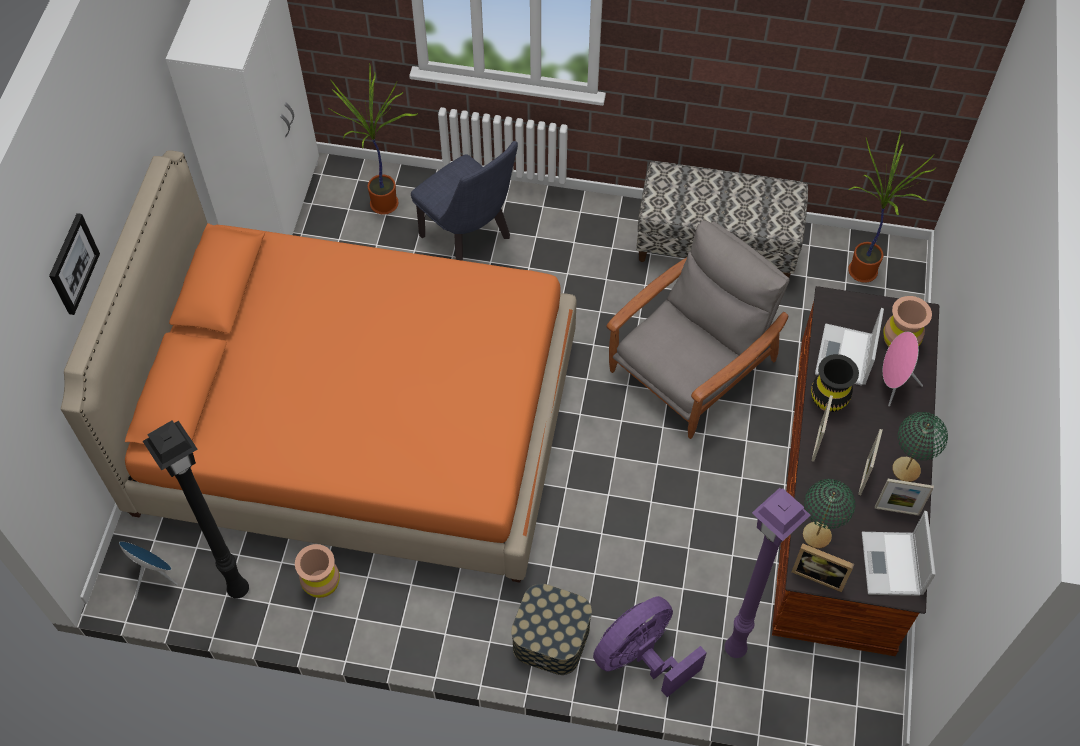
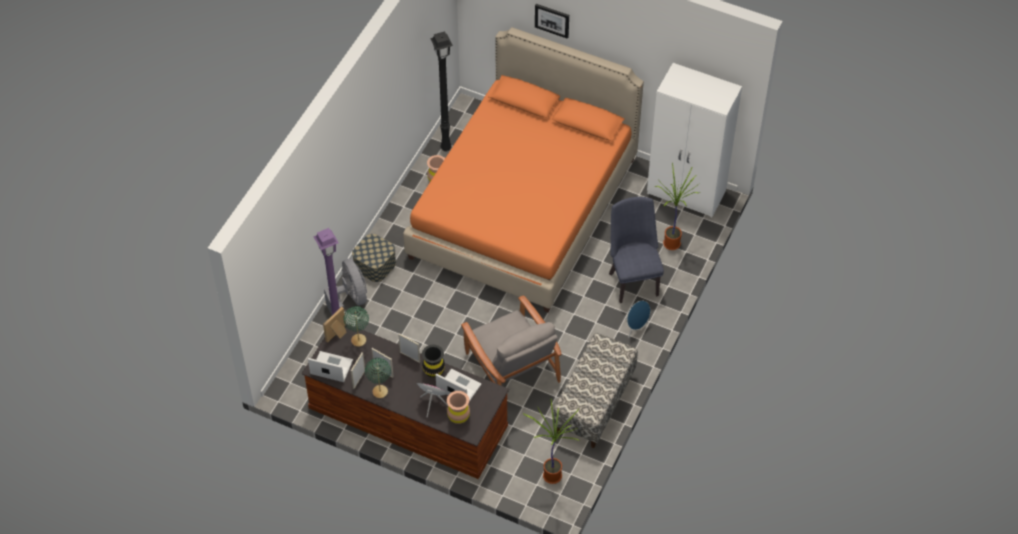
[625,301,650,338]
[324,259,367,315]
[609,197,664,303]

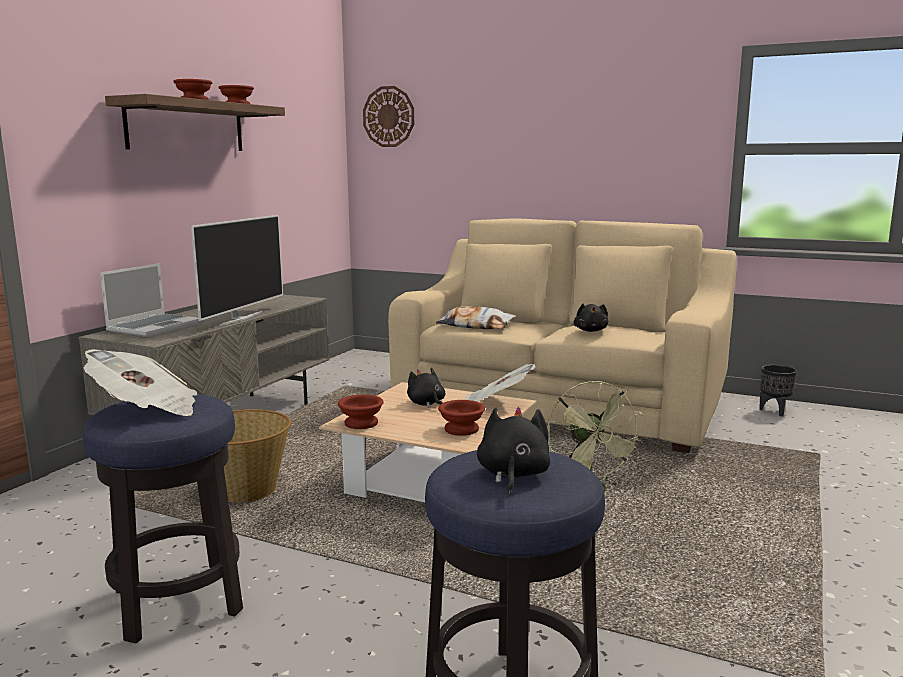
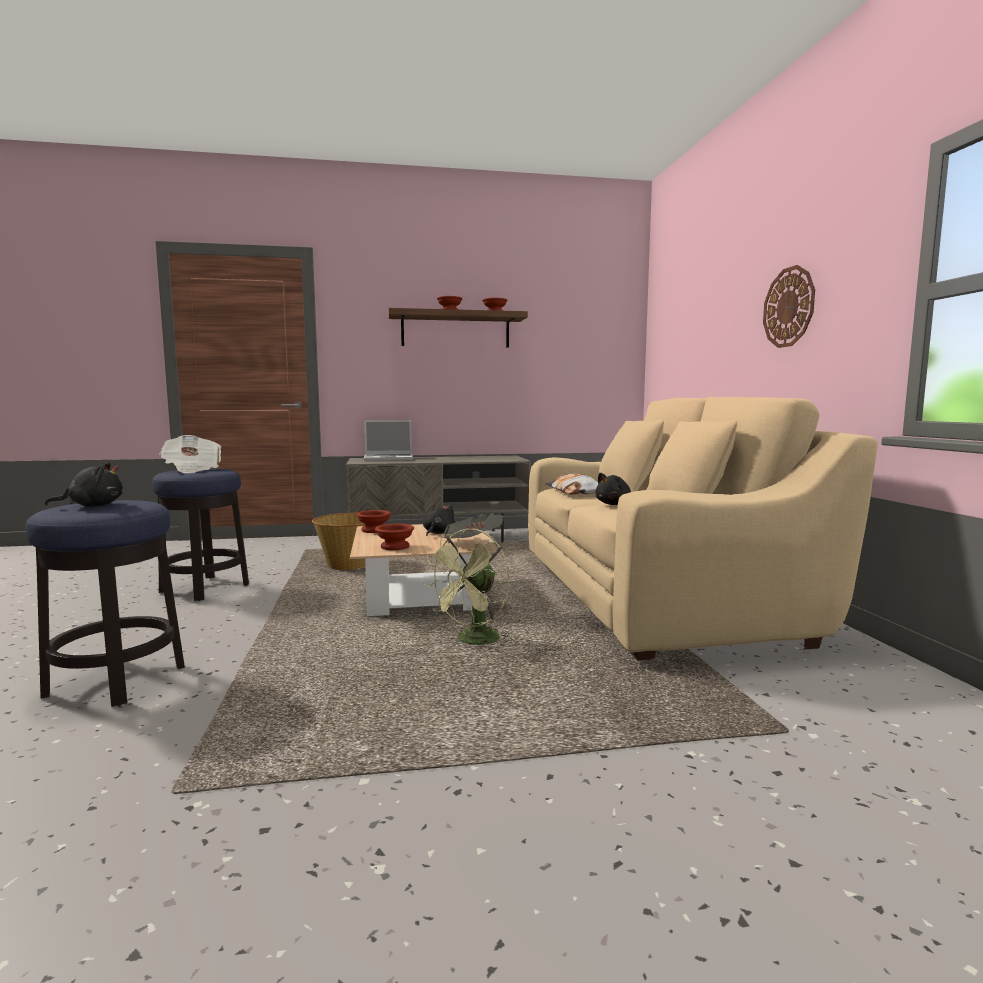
[191,215,283,326] (first image)
[759,365,797,416] (first image)
[763,265,815,348]

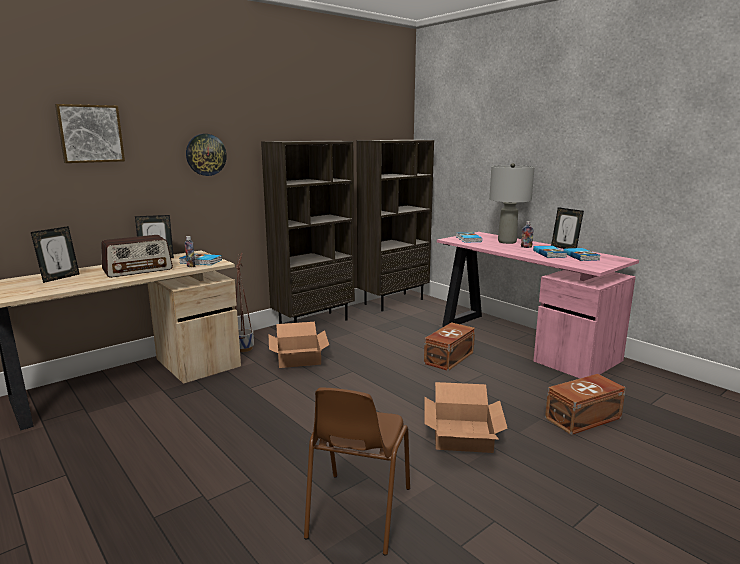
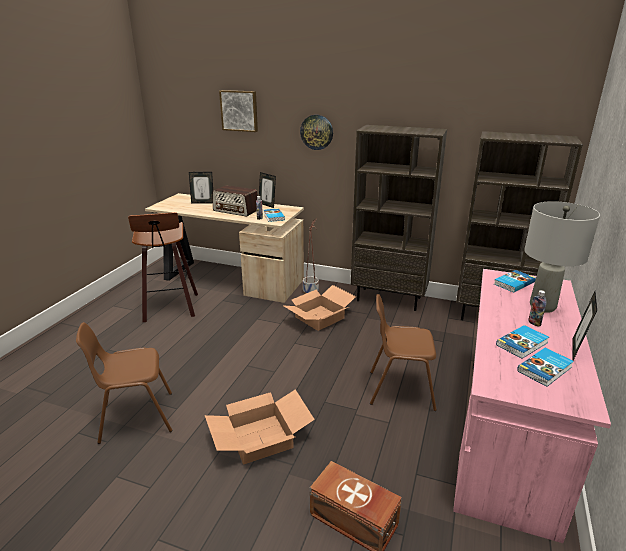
[128,212,198,323]
[370,294,437,411]

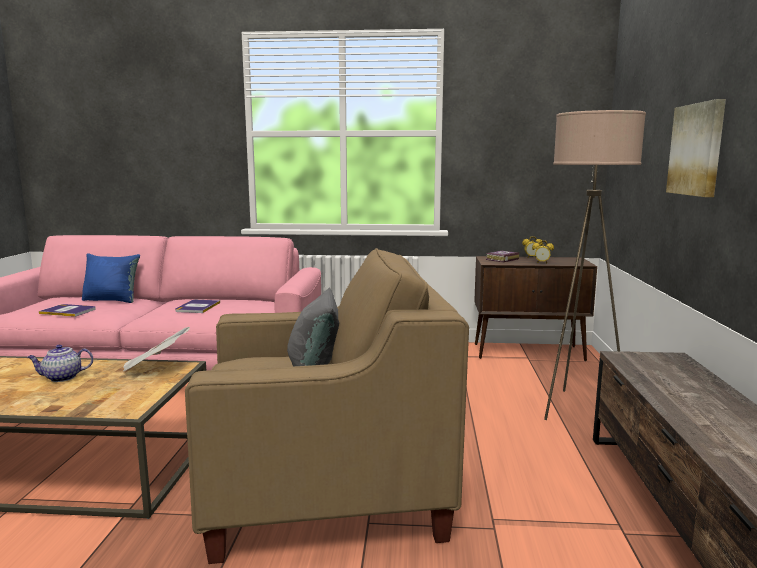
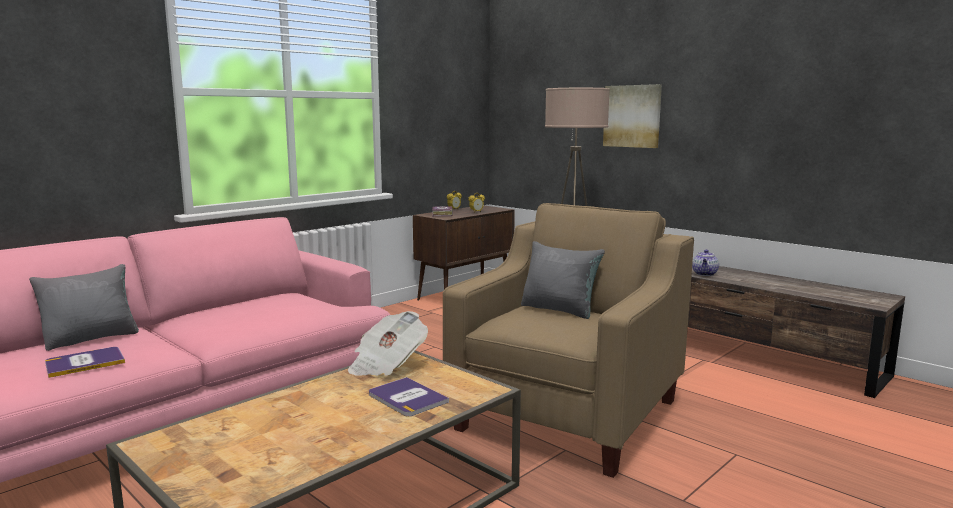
[692,250,719,276]
[369,377,449,417]
[29,264,139,351]

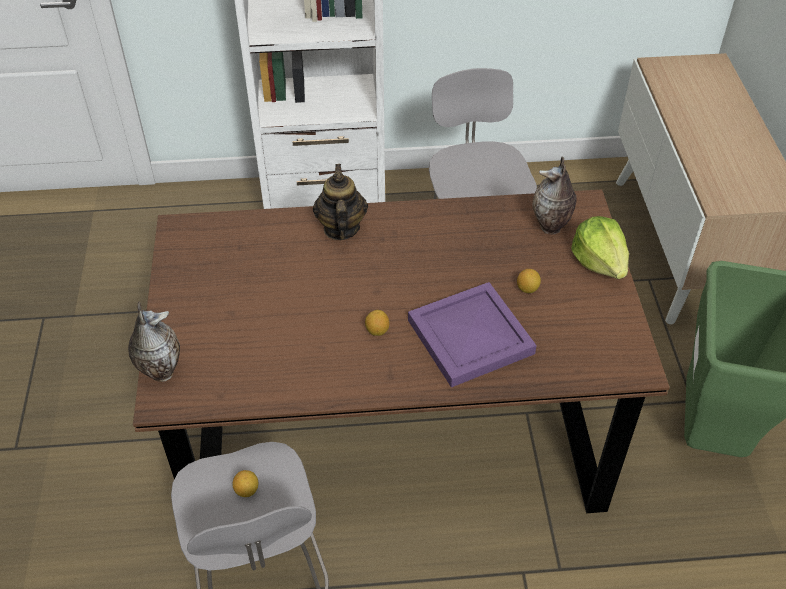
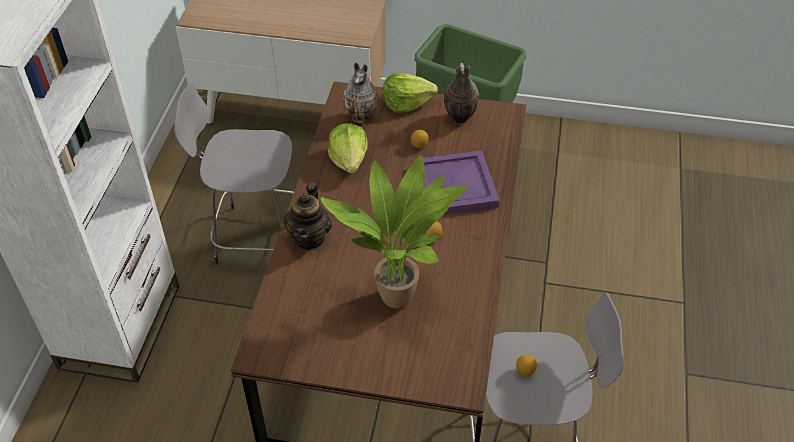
[321,155,467,308]
[328,123,368,173]
[444,63,479,124]
[284,182,332,250]

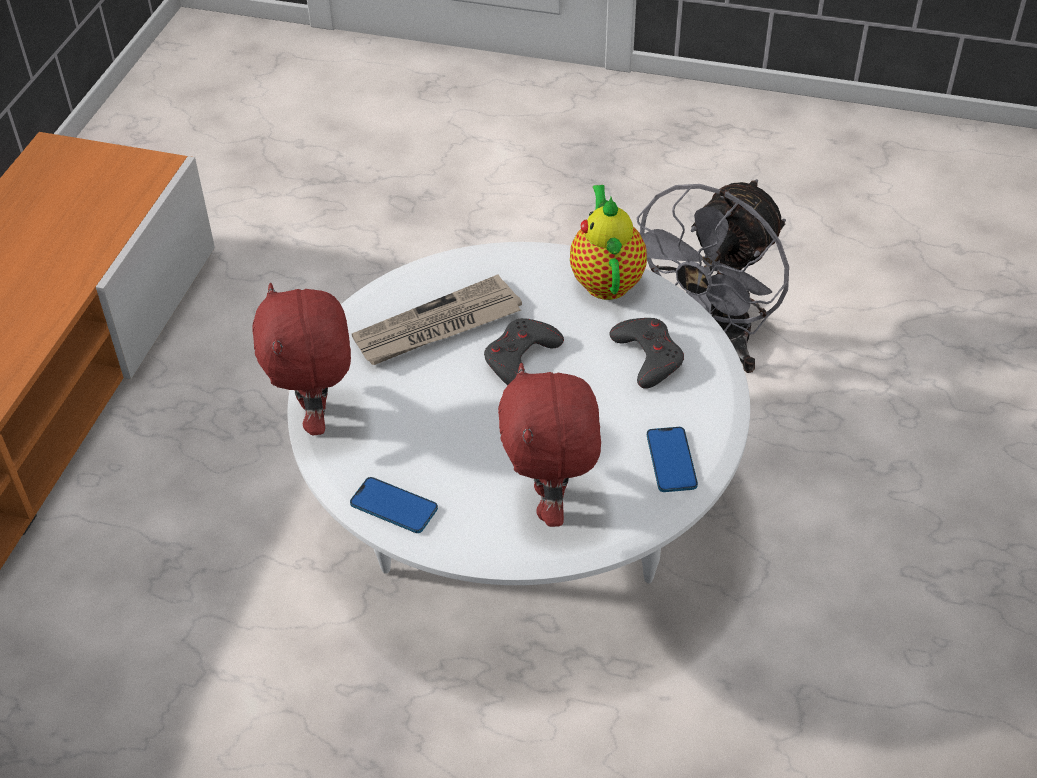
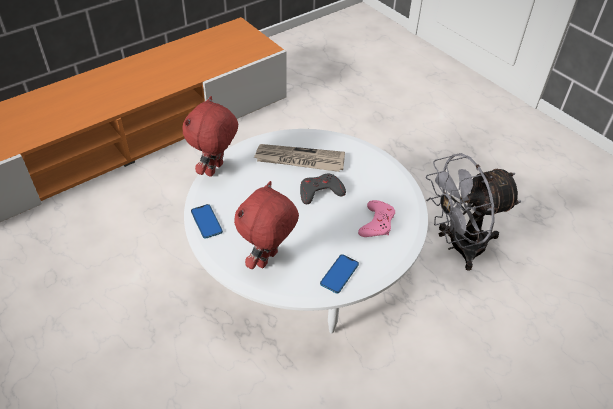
[570,185,647,300] (first image)
[358,200,395,237]

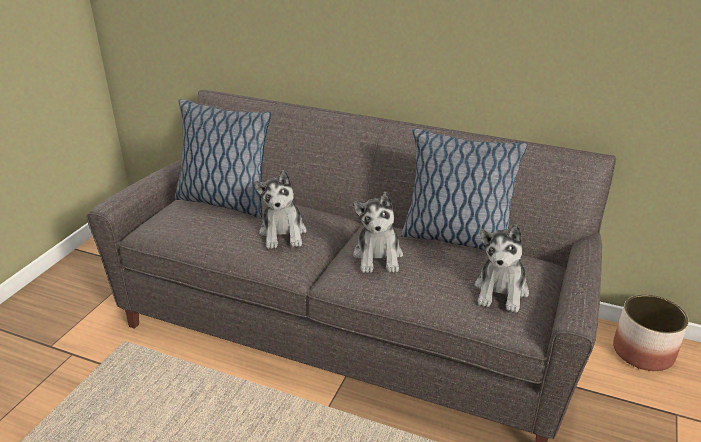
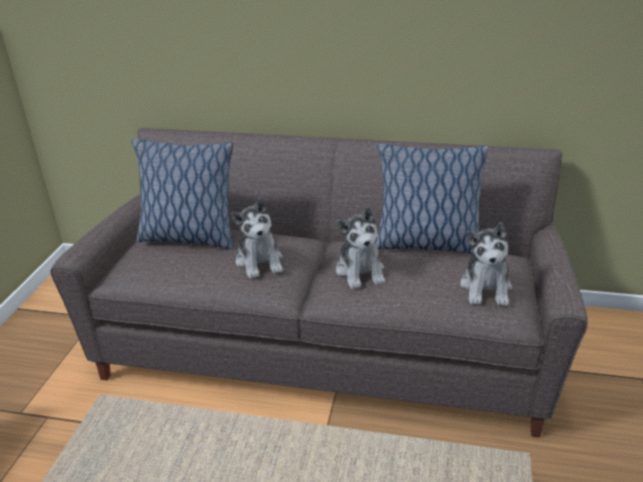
[613,295,689,371] (first image)

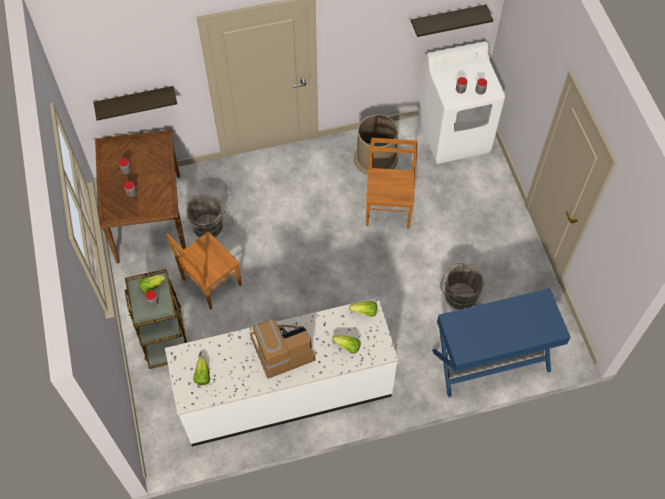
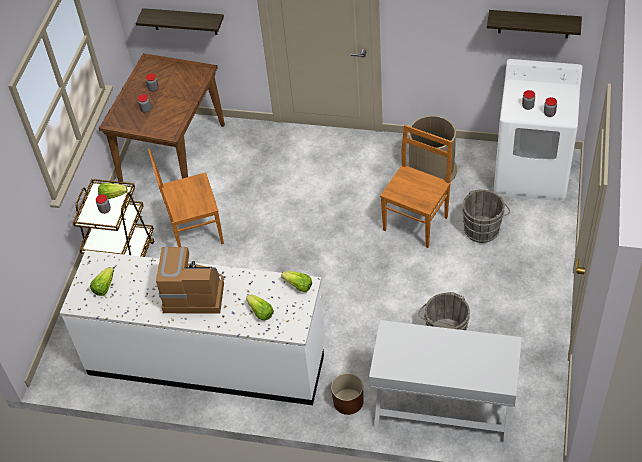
[331,373,363,415]
[462,189,510,243]
[369,320,522,449]

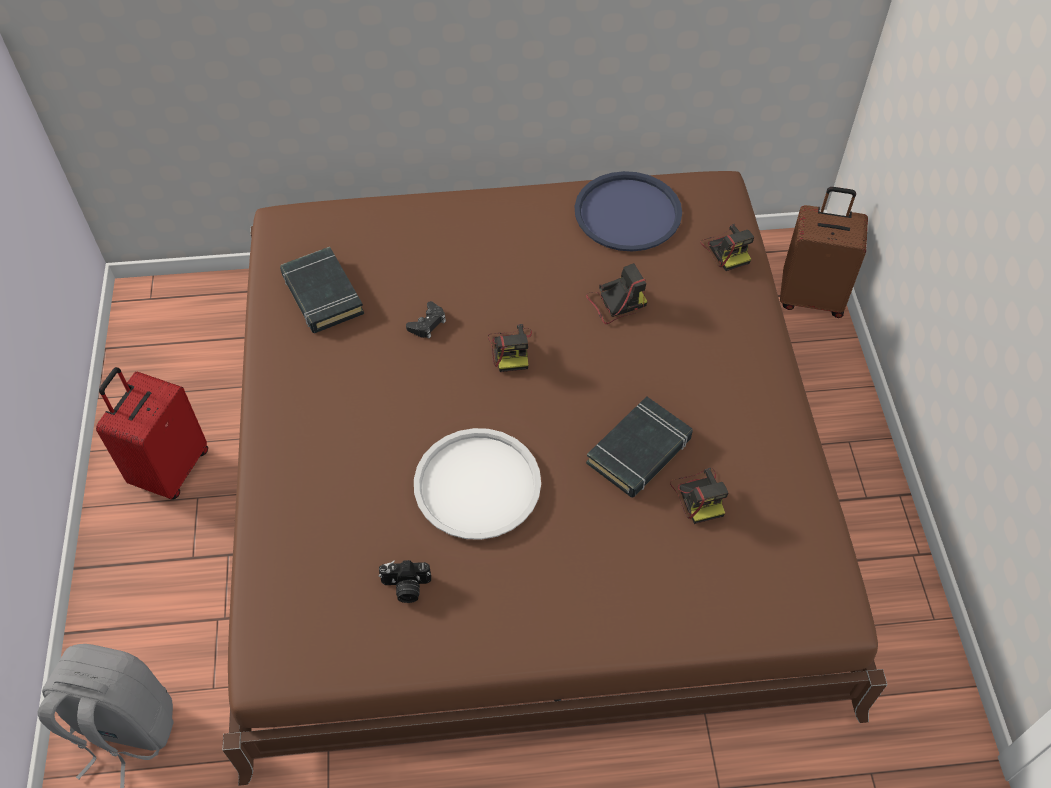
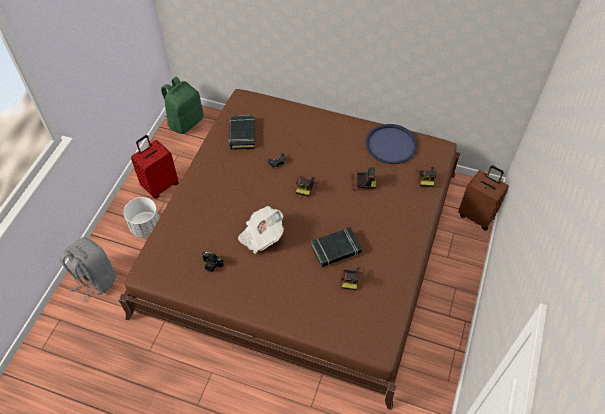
[124,197,160,238]
[161,77,203,134]
[238,206,284,254]

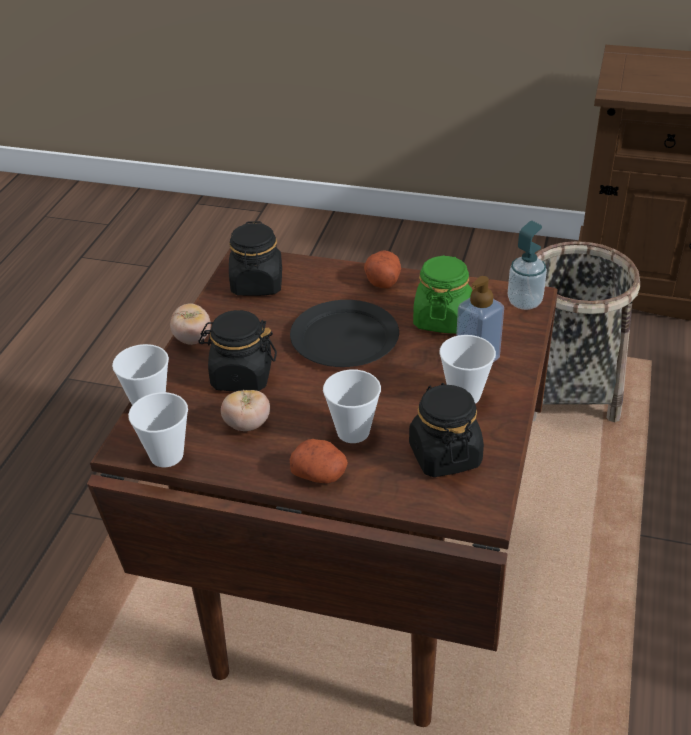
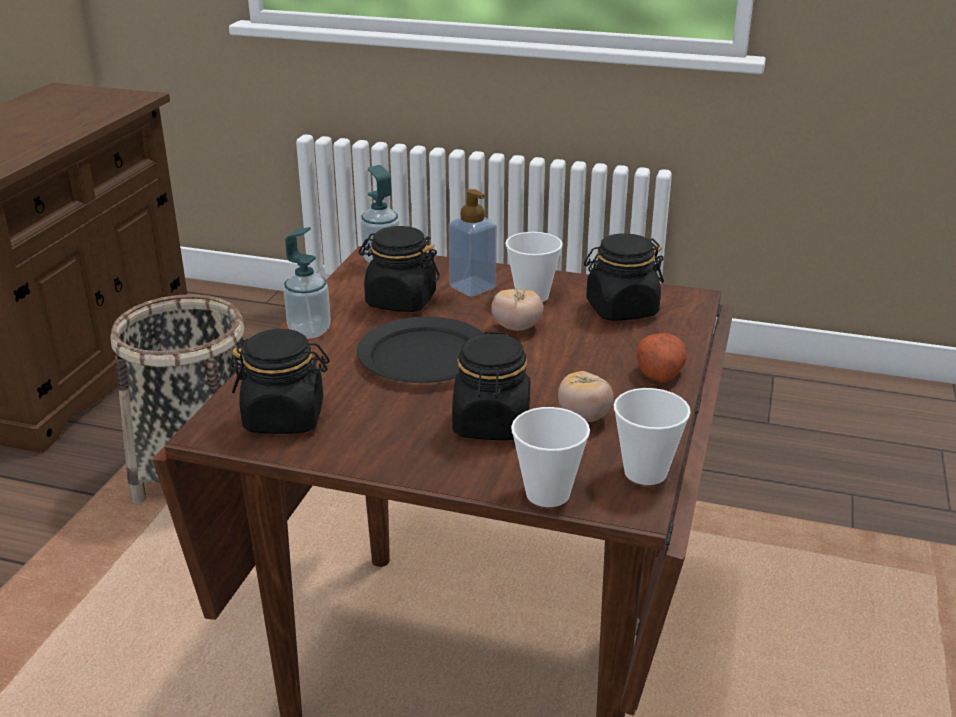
[323,369,381,443] (first image)
[491,288,543,331]
[283,227,331,339]
[359,226,440,312]

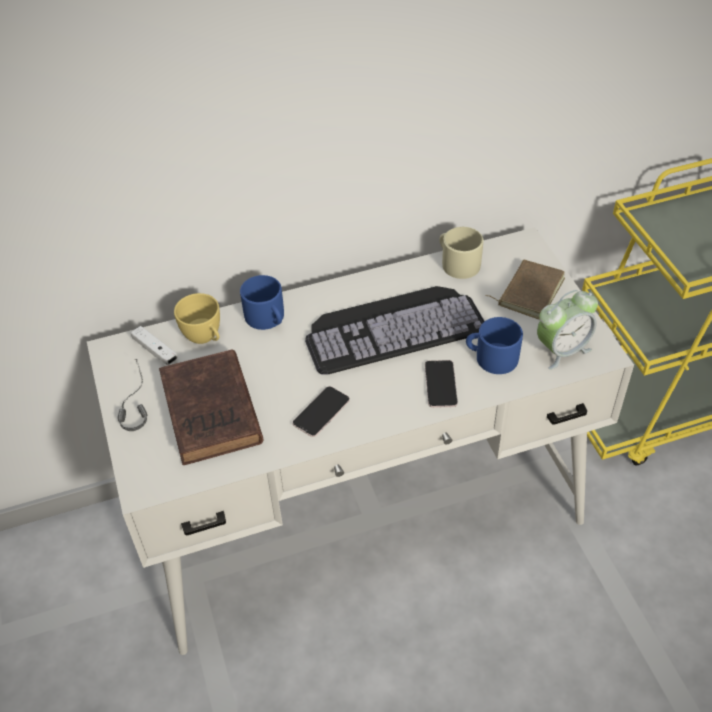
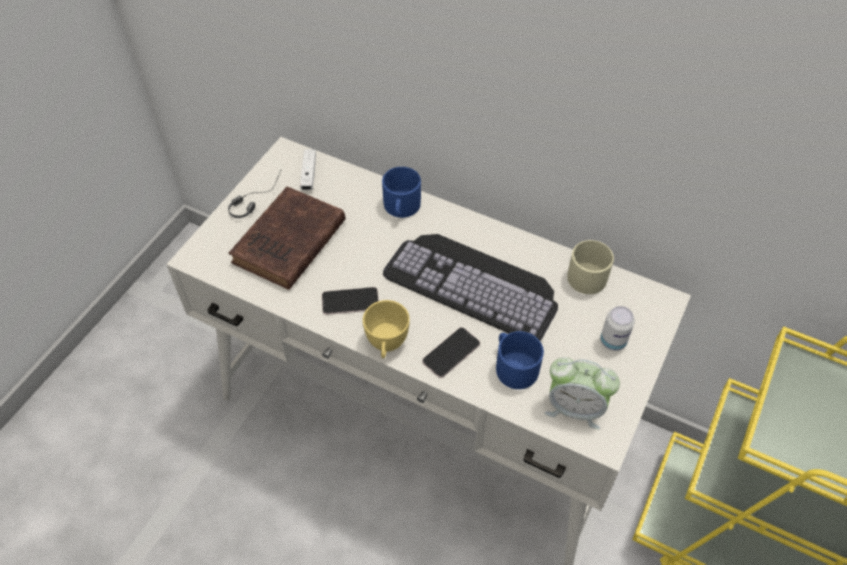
[363,300,410,358]
[600,306,635,351]

